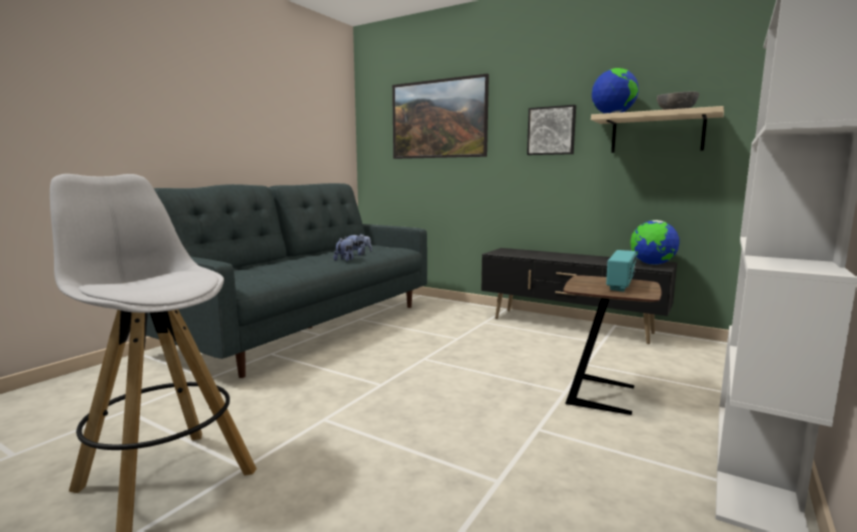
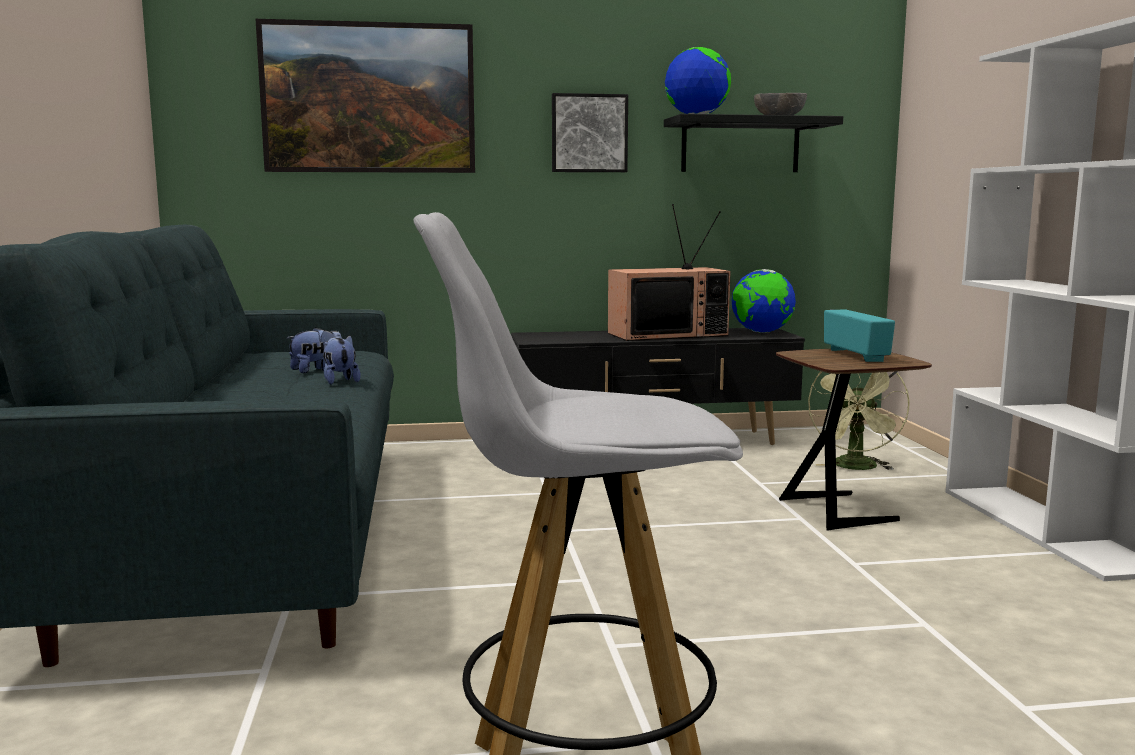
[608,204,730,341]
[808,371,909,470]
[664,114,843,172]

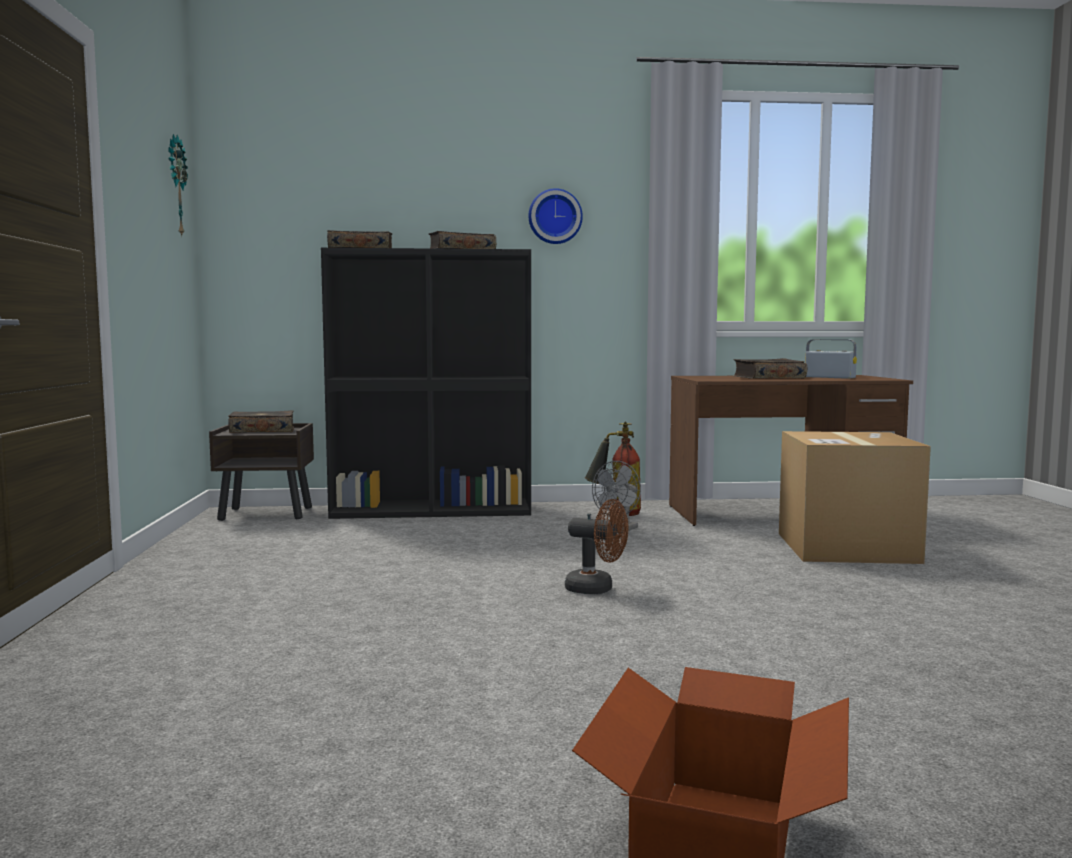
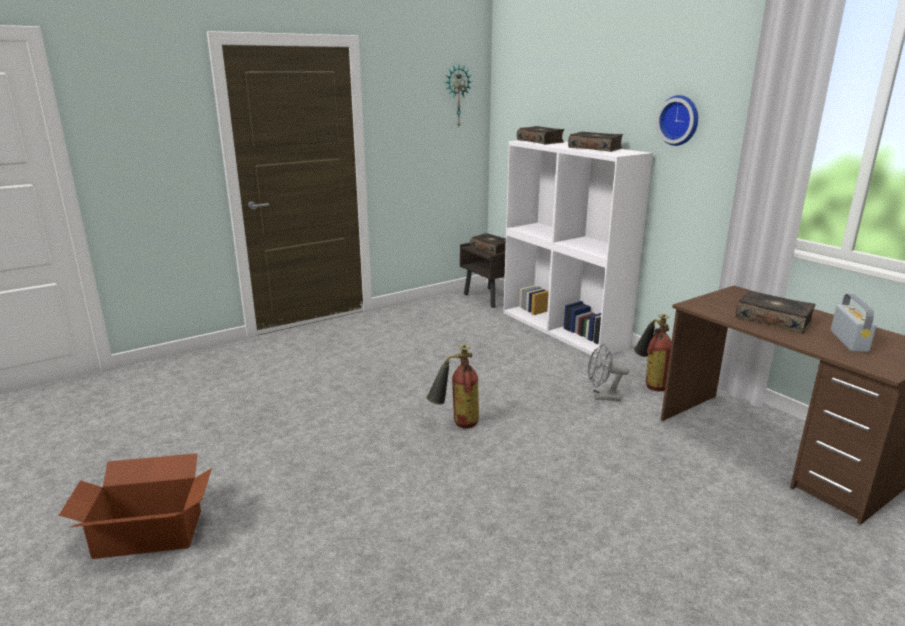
[779,431,931,564] (first image)
[426,345,479,429]
[503,140,653,359]

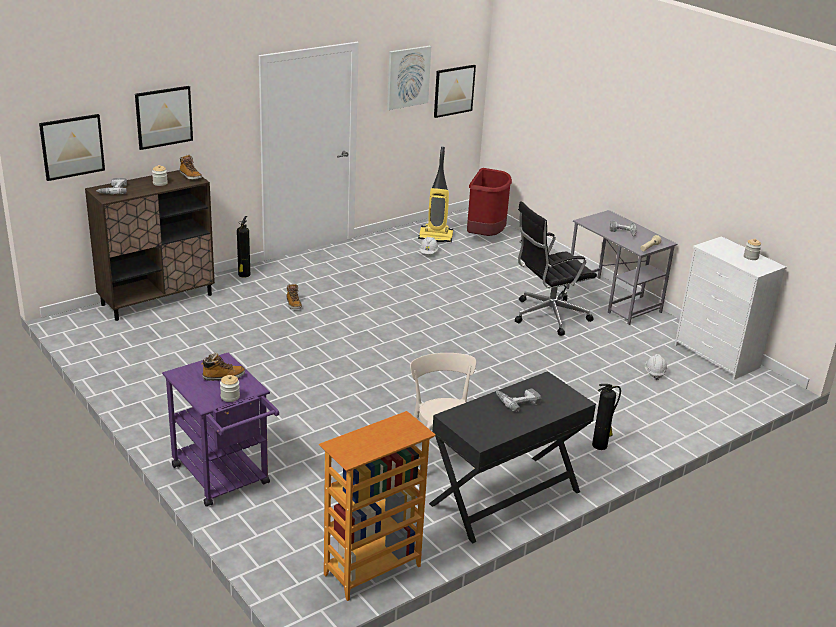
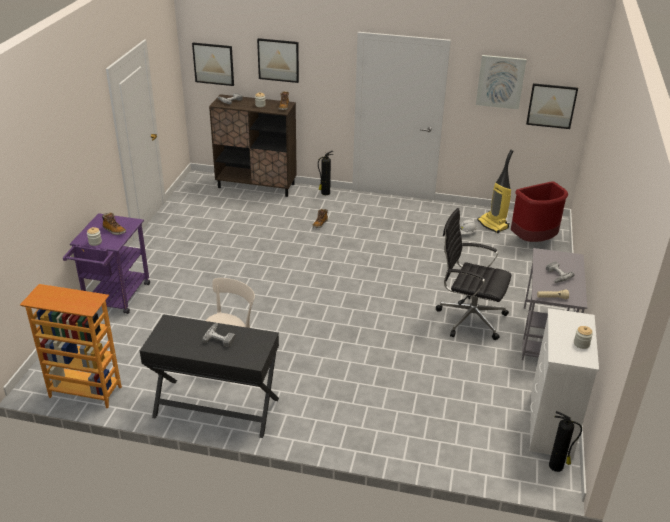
[645,354,667,380] (first image)
[549,411,582,472]

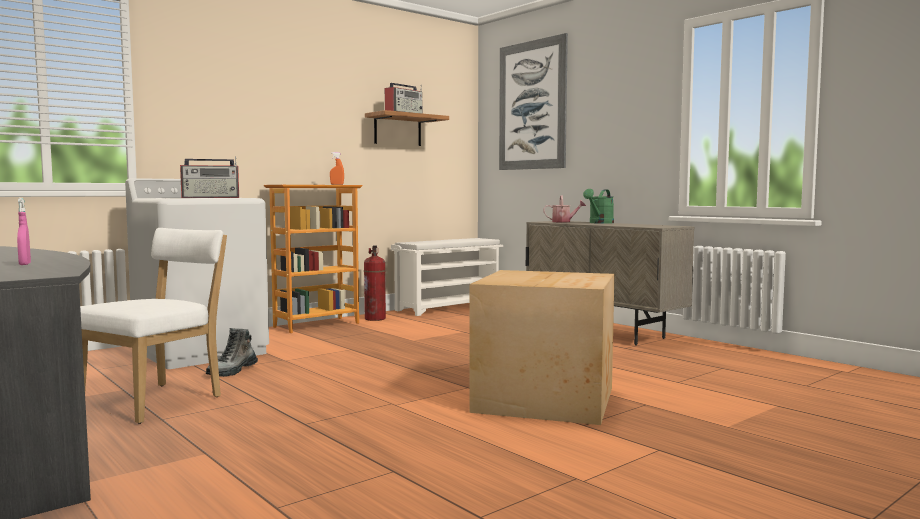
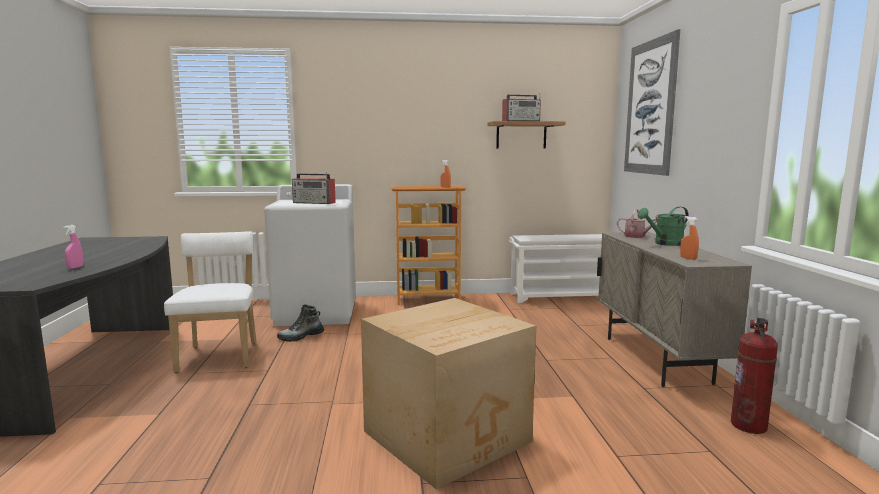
[680,216,699,260]
[731,318,778,434]
[164,231,257,373]

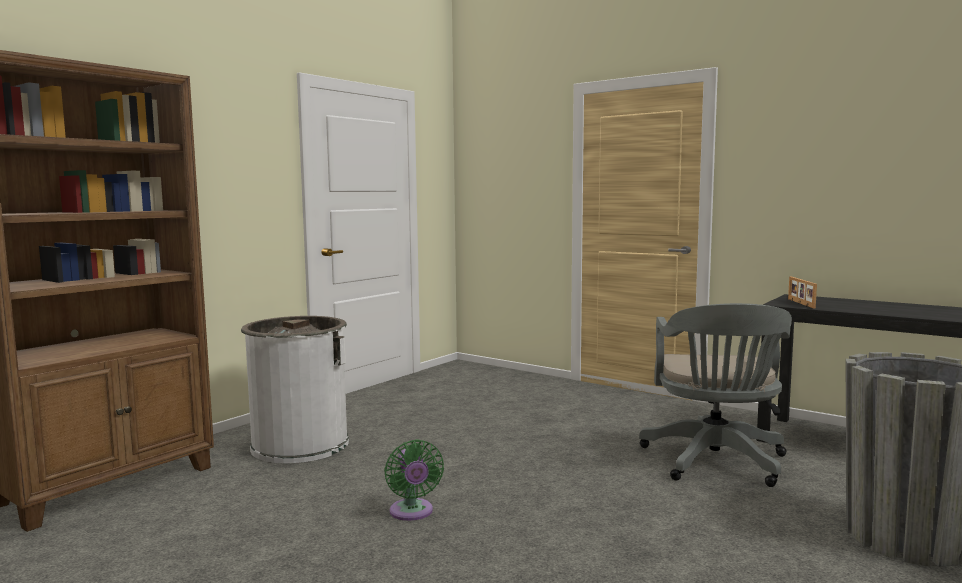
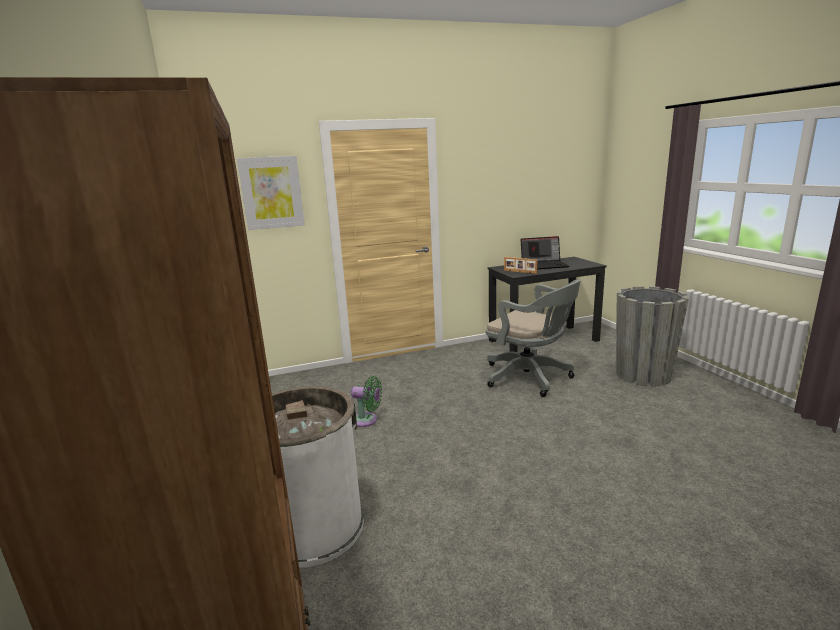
[237,156,305,230]
[521,236,569,269]
[351,376,382,427]

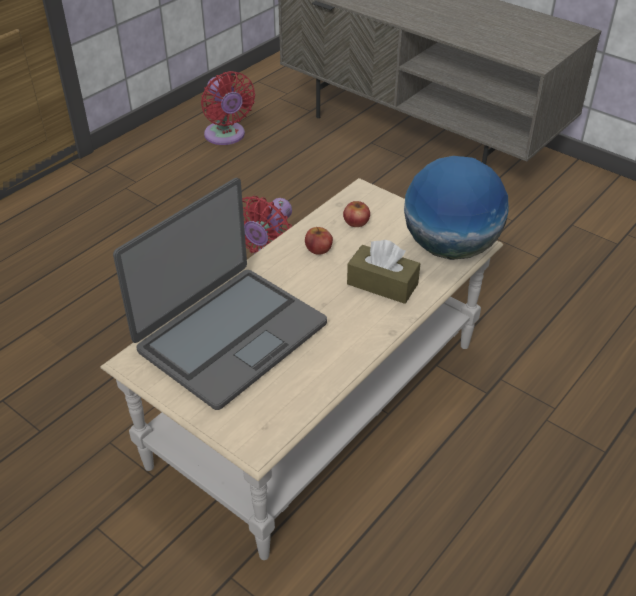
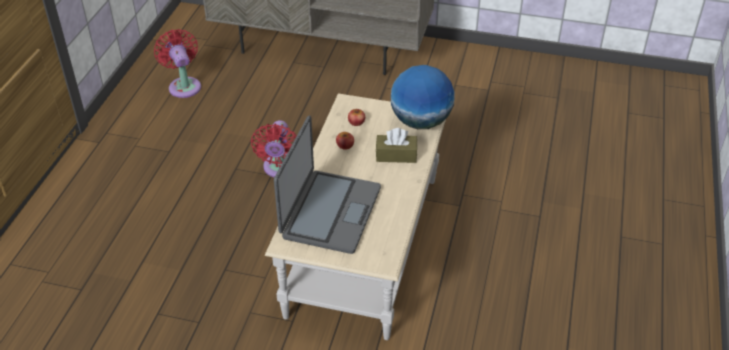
[154,29,201,98]

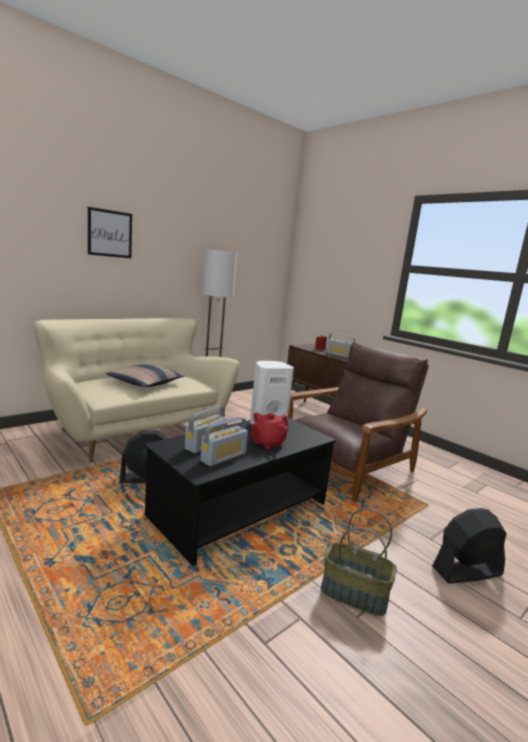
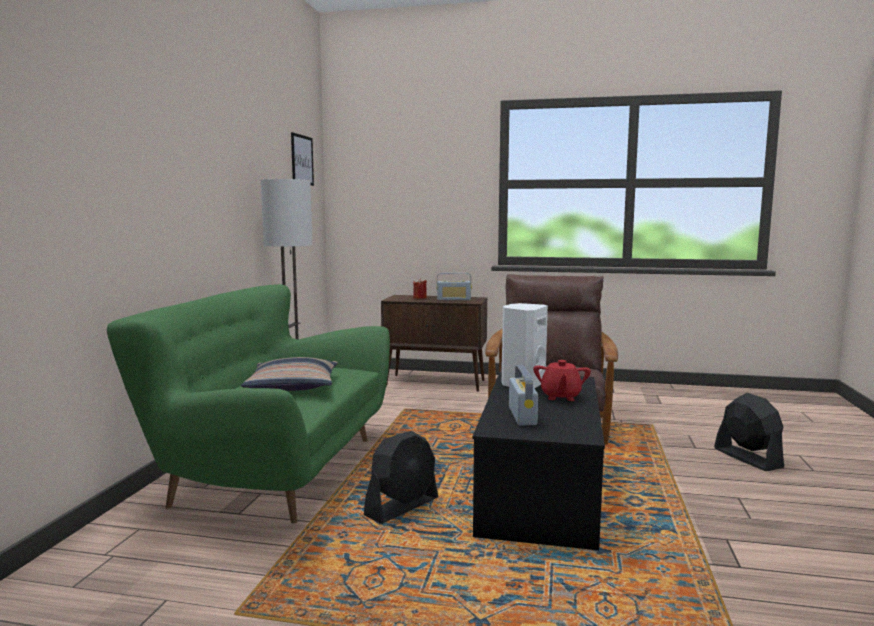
[200,417,248,466] (first image)
[321,508,397,616] (first image)
[291,132,314,186]
[107,284,390,523]
[714,393,784,471]

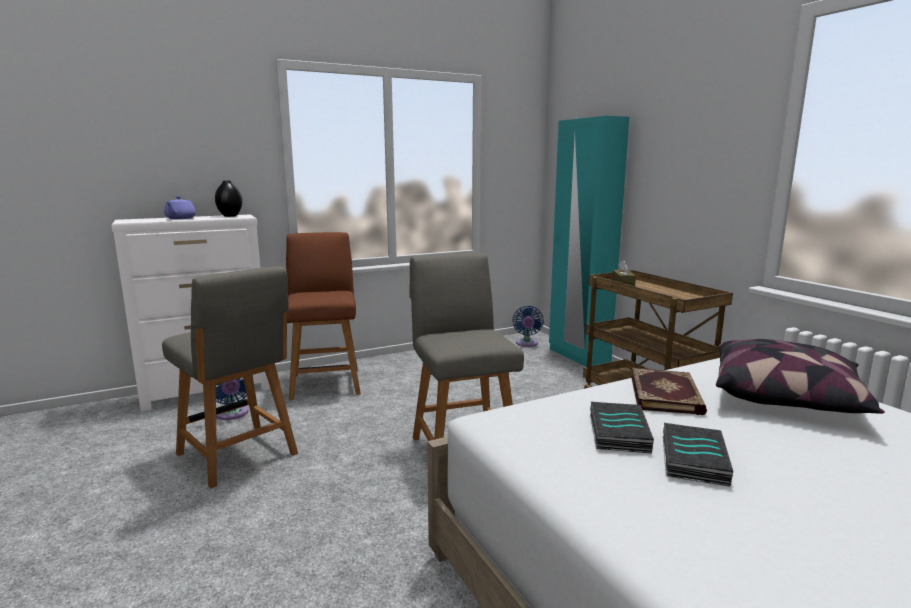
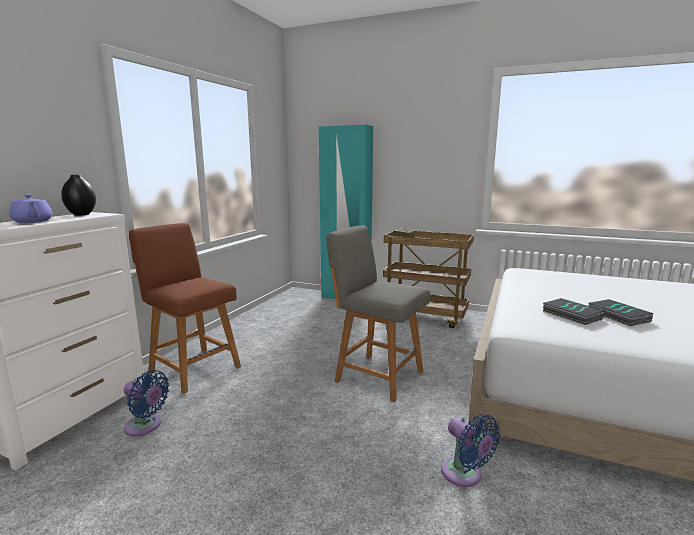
[162,266,298,488] (first image)
[631,368,707,415] (first image)
[716,339,885,414] (first image)
[441,414,500,487]

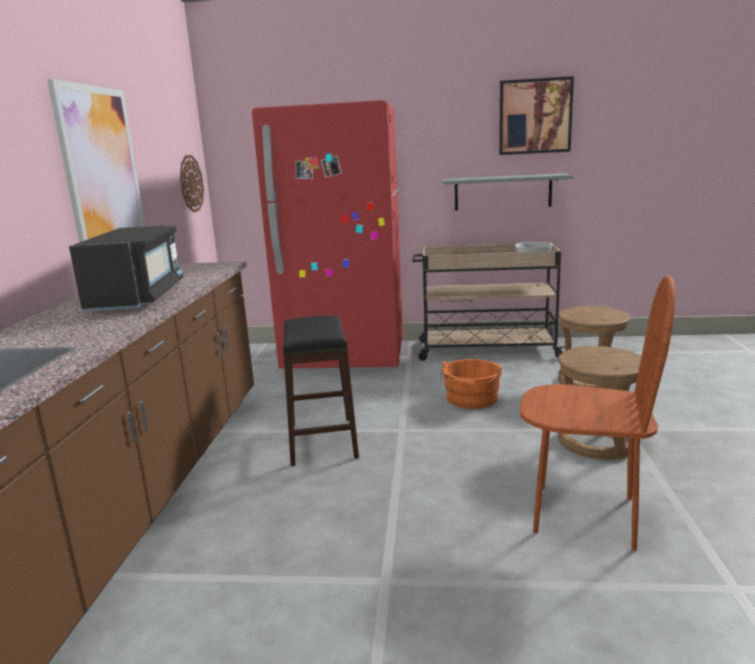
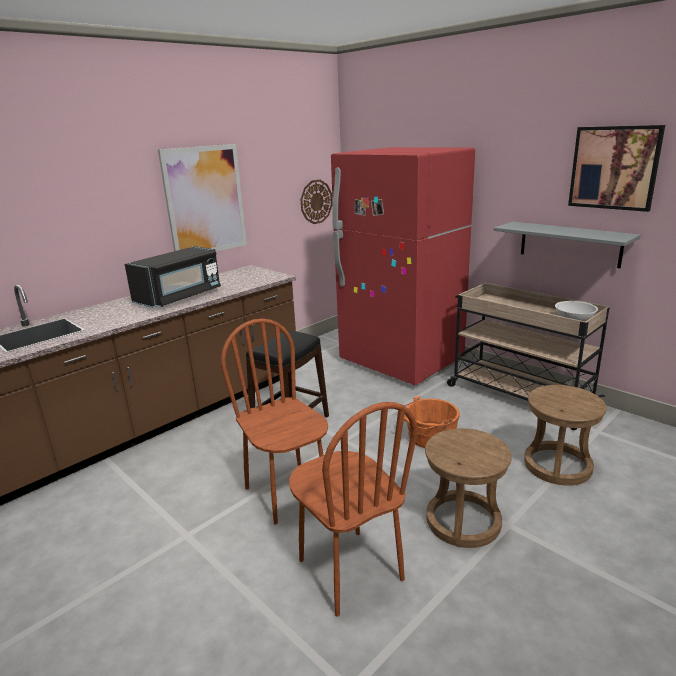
[221,319,328,524]

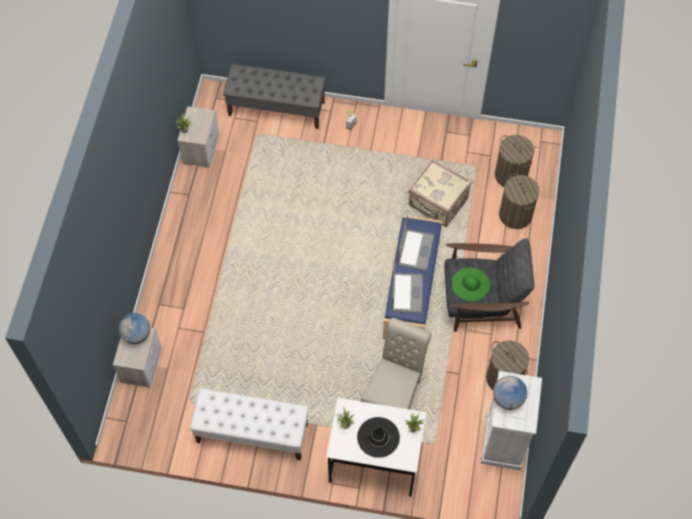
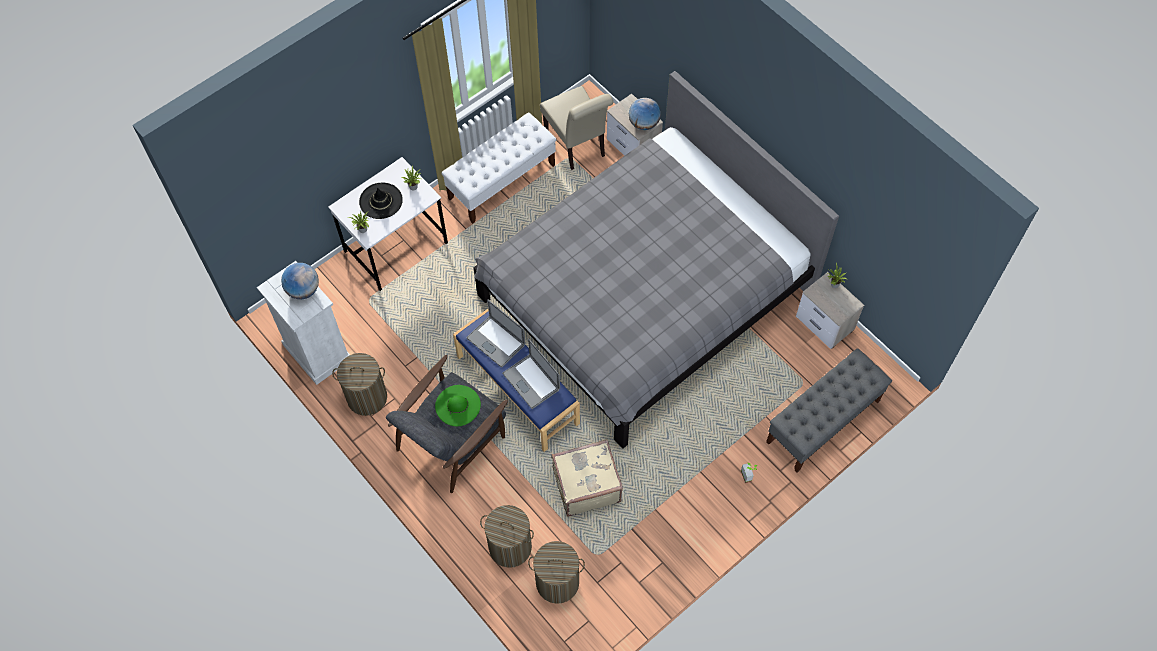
[473,71,839,448]
[540,86,613,170]

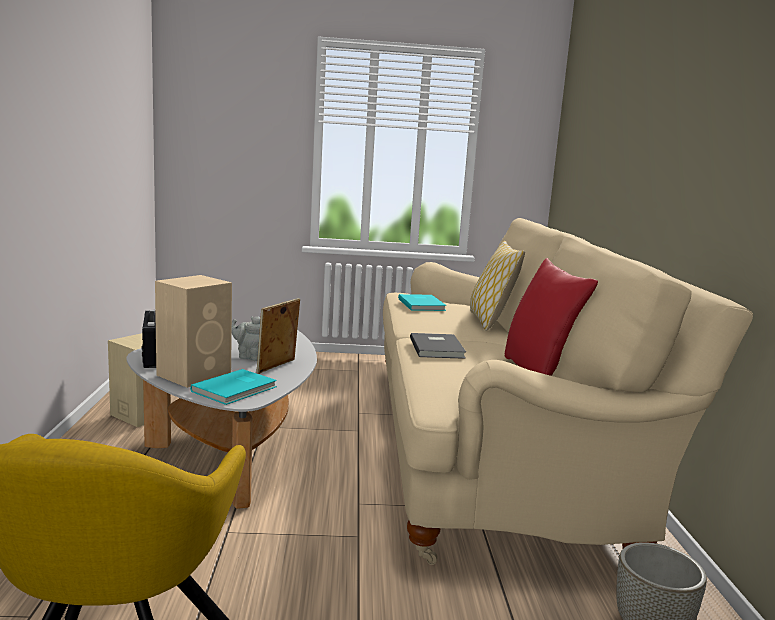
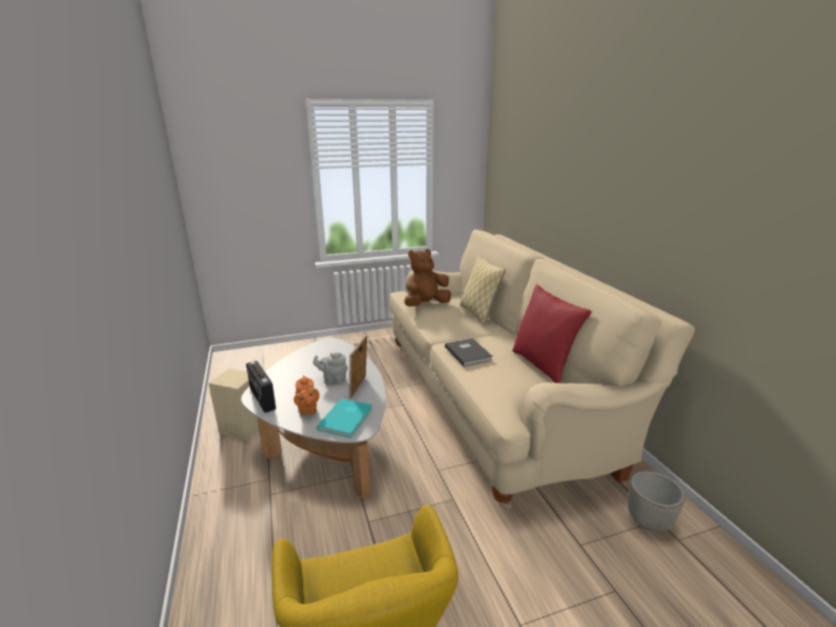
[294,375,319,415]
[404,249,451,307]

